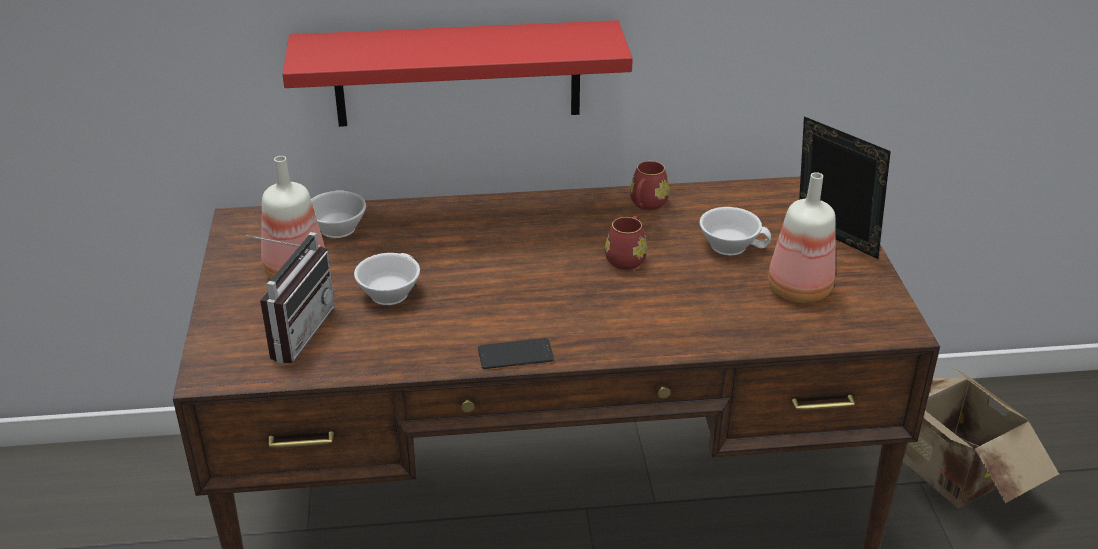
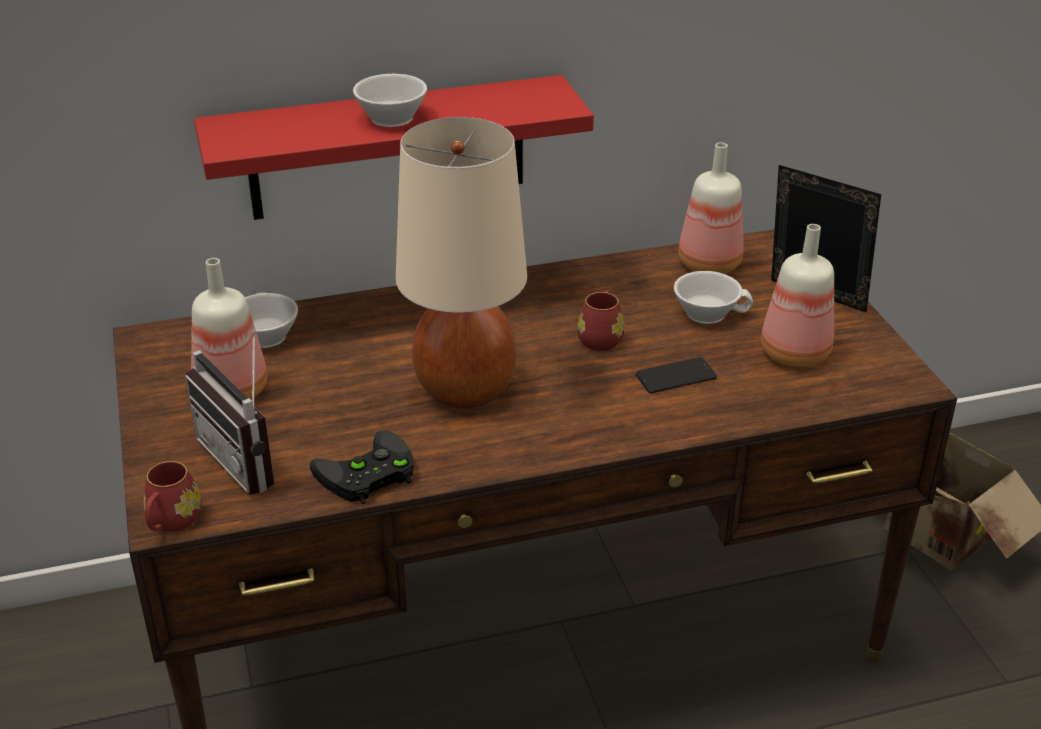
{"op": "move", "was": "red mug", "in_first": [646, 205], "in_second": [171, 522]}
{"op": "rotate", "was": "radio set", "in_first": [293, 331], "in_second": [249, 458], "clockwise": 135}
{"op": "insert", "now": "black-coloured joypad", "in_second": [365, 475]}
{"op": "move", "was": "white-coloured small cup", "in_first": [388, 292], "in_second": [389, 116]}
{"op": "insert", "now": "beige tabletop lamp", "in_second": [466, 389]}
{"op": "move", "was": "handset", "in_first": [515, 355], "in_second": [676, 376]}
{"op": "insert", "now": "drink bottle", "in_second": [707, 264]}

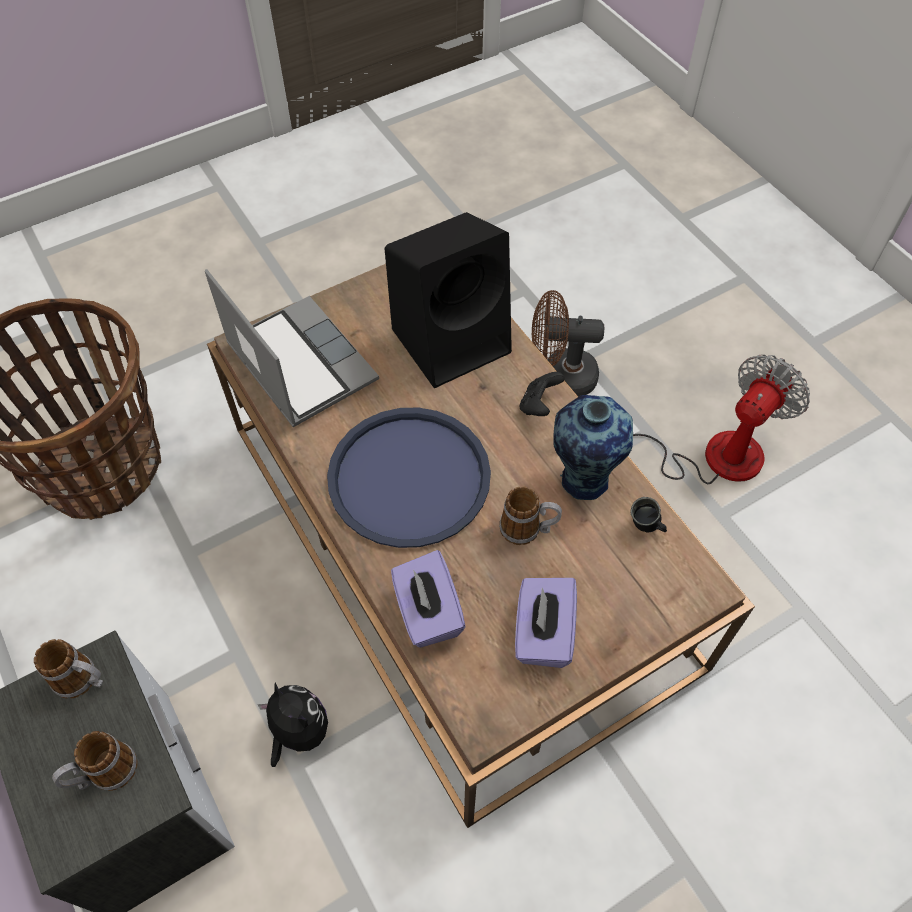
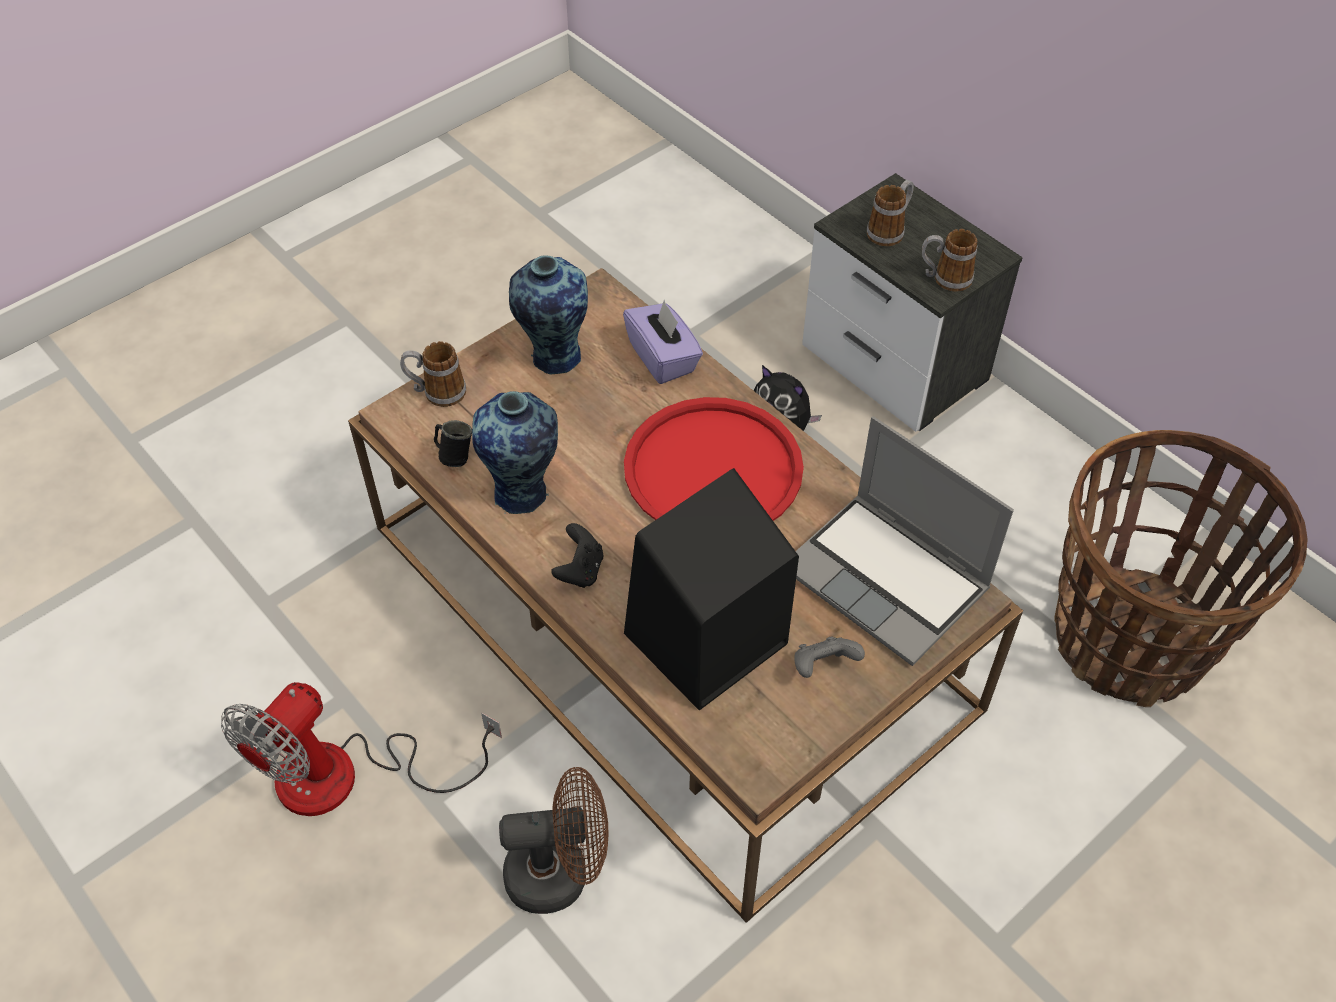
{"op": "move", "was": "mug", "in_first": [528, 529], "in_second": [436, 392]}
{"op": "replace", "was": "purple-coloured tissue box", "now": "flower vase", "in_first": [542, 633], "in_second": [553, 357]}
{"op": "recolor", "was": "bluish serving tray", "now": "red serving tray", "in_first": [409, 478], "in_second": [713, 469]}
{"op": "insert", "now": "gray joypad", "in_second": [823, 666]}

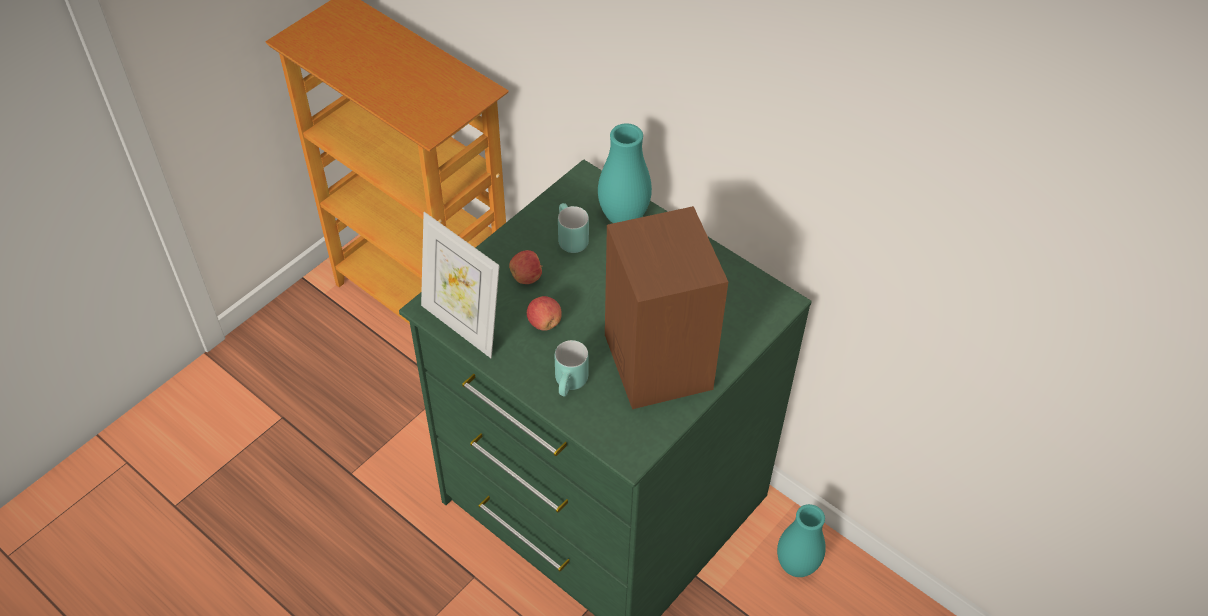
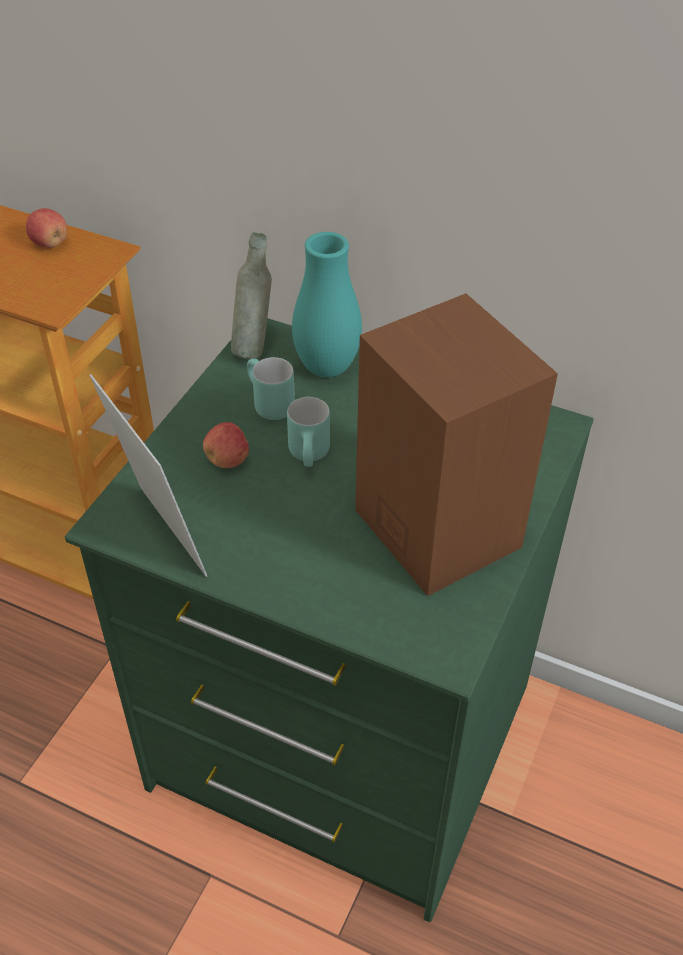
{"op": "move", "was": "apple fruit", "in_first": [544, 322], "in_second": [50, 243]}
{"op": "rotate", "was": "picture frame", "in_first": [463, 325], "in_second": [160, 537], "clockwise": -150}
{"op": "insert", "now": "gray drink bottle", "in_second": [254, 347]}
{"op": "move", "was": "blue-green mug", "in_first": [571, 385], "in_second": [312, 456]}
{"op": "delete", "was": "blue-green flower vase", "in_first": [796, 565]}

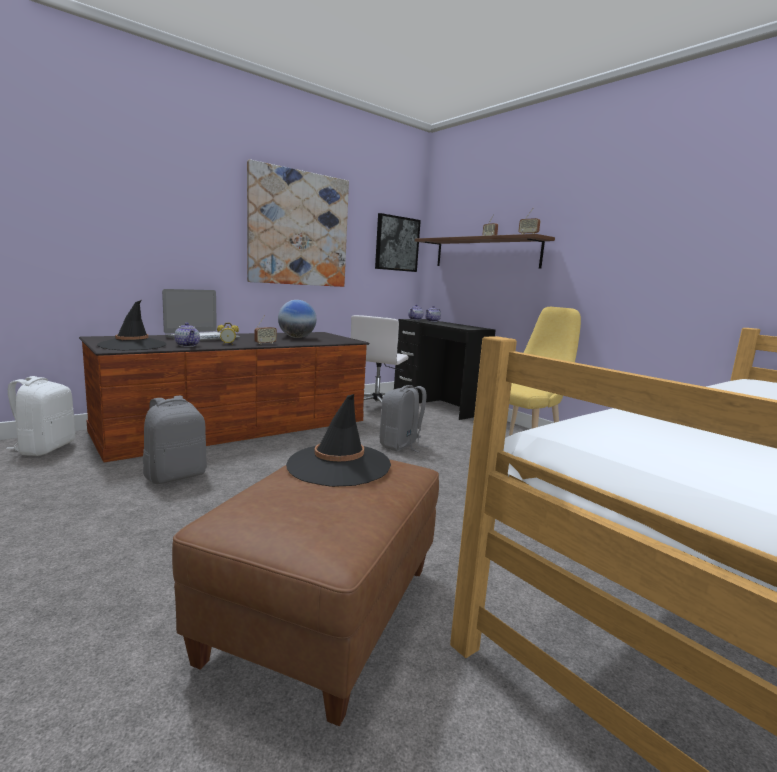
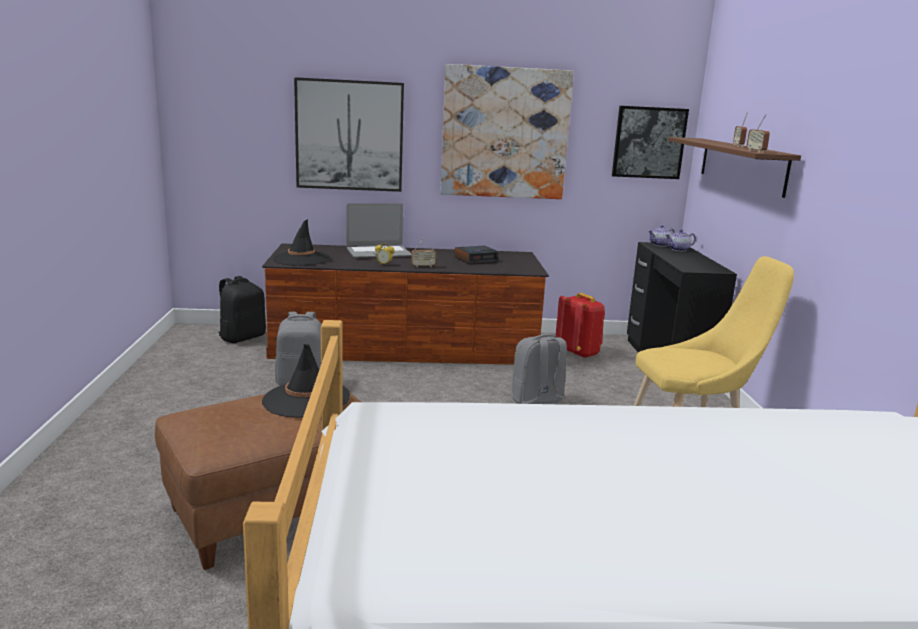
{"op": "recolor", "was": "white-coloured rucksack", "now": "black-coloured rucksack", "in_first": [45, 448], "in_second": [242, 337]}
{"op": "insert", "now": "wall art", "in_second": [349, 135]}
{"op": "replace", "was": "desk globe", "now": "table clock", "in_first": [296, 337], "in_second": [476, 260]}
{"op": "replace", "was": "white-coloured office chair", "now": "red rucksack", "in_first": [376, 408], "in_second": [579, 352]}
{"op": "delete", "was": "tea pot", "in_first": [188, 345]}

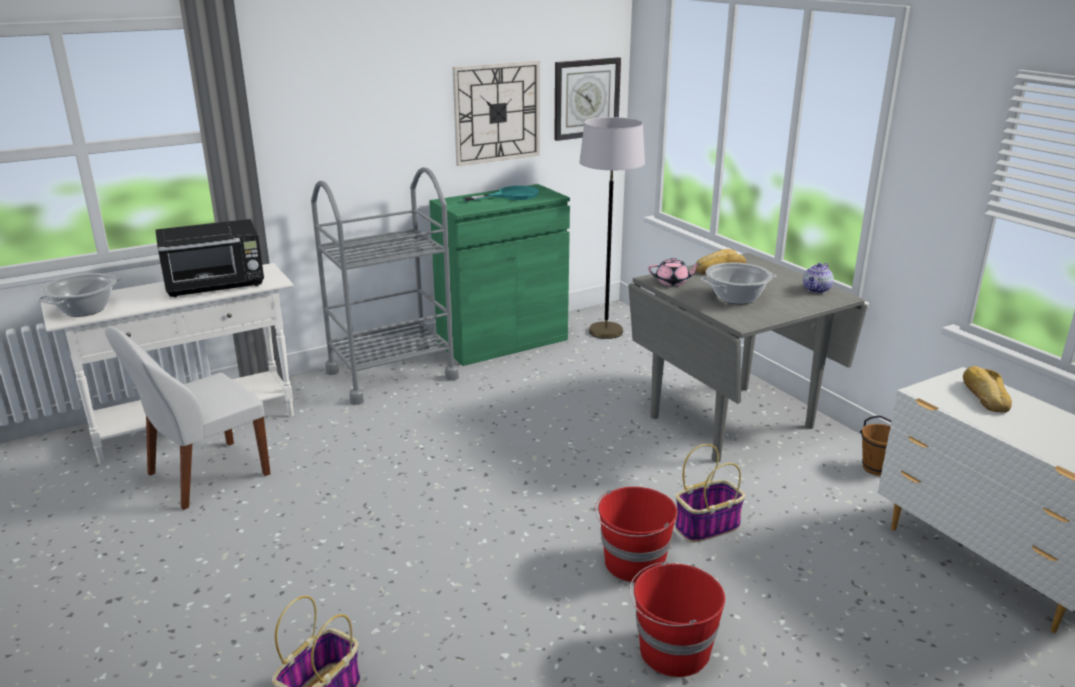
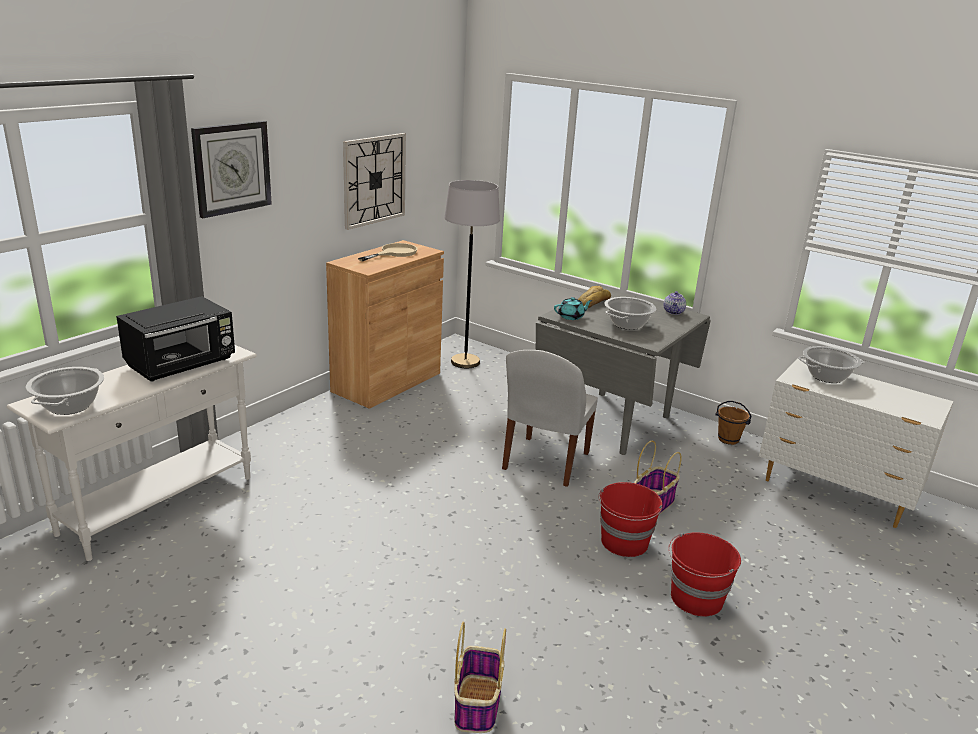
{"op": "move", "was": "hanging clock", "in_first": [586, 98], "in_second": [232, 168]}
{"op": "recolor", "was": "green-coloured cupboard", "now": "brownish cupboard", "in_first": [502, 341], "in_second": [386, 382]}
{"op": "recolor", "was": "blue-green frying pan", "now": "beige frying pan", "in_first": [511, 196], "in_second": [394, 253]}
{"op": "move", "was": "white-coloured chair", "in_first": [205, 475], "in_second": [545, 462]}
{"op": "recolor", "was": "pink-coloured tea pot", "now": "blue-green tea pot", "in_first": [672, 282], "in_second": [571, 317]}
{"op": "replace", "was": "bakery bread", "now": "cooking pot", "in_first": [984, 396], "in_second": [827, 376]}
{"op": "delete", "was": "gray trolley", "in_first": [391, 375]}

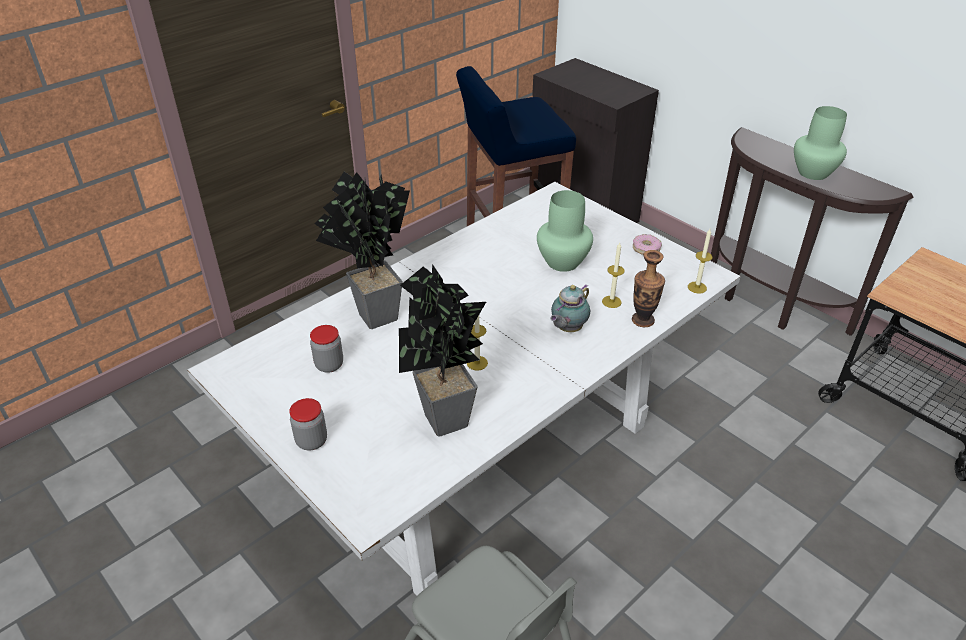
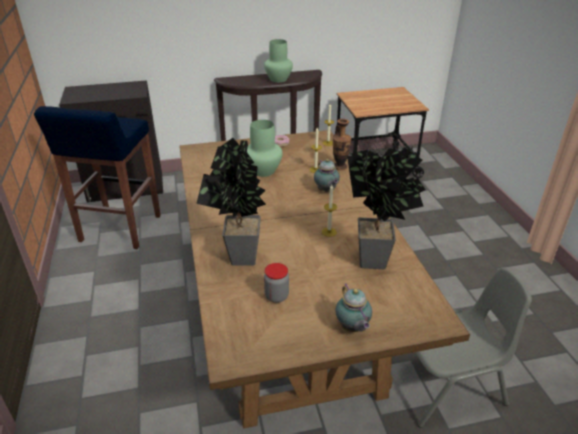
{"op": "recolor", "was": "white-coloured dining table", "now": "brownish dining table", "in_first": [484, 452], "in_second": [288, 319]}
{"op": "replace", "was": "storage jar", "now": "tea pot", "in_first": [311, 441], "in_second": [352, 328]}

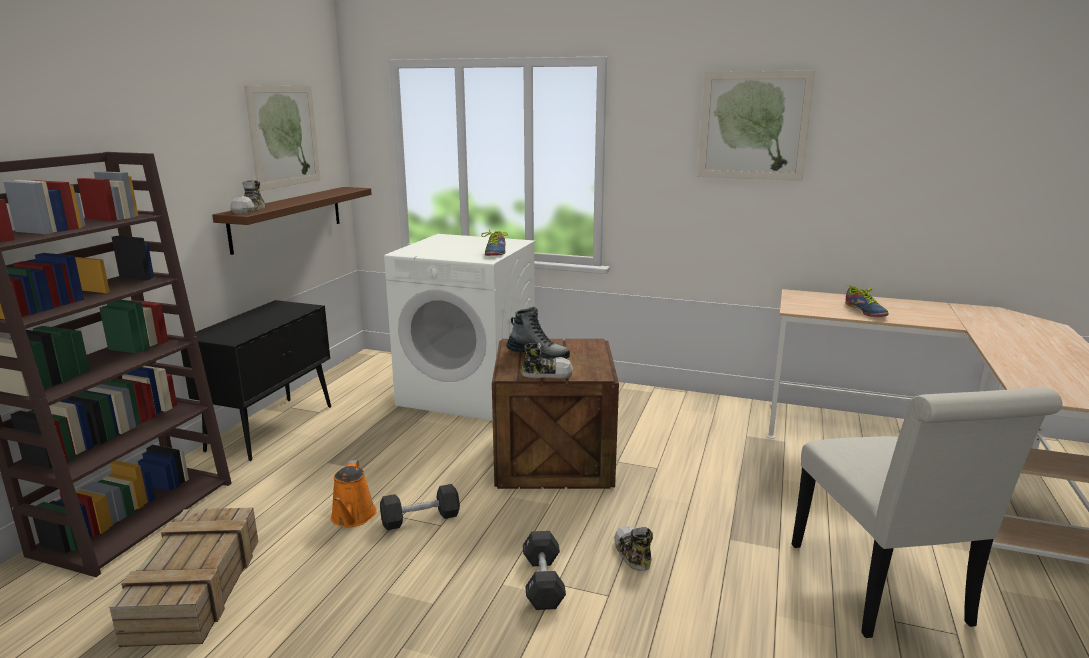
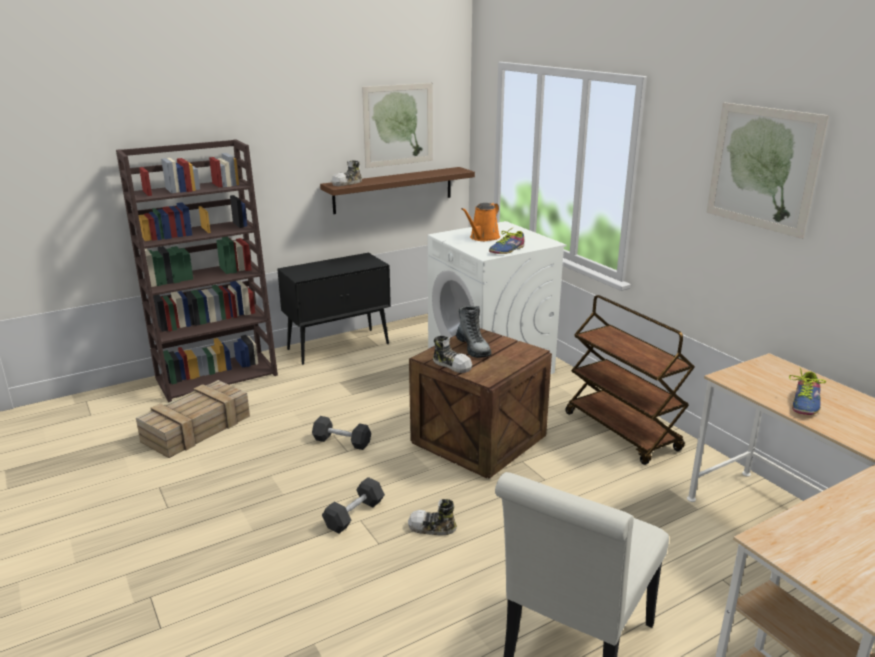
{"op": "rotate", "was": "item of footwear", "in_first": [632, 554], "in_second": [432, 528], "clockwise": -105}
{"op": "move", "was": "orange-coloured watering pot", "in_first": [353, 517], "in_second": [483, 238]}
{"op": "insert", "now": "brownish trolley", "in_second": [622, 432]}

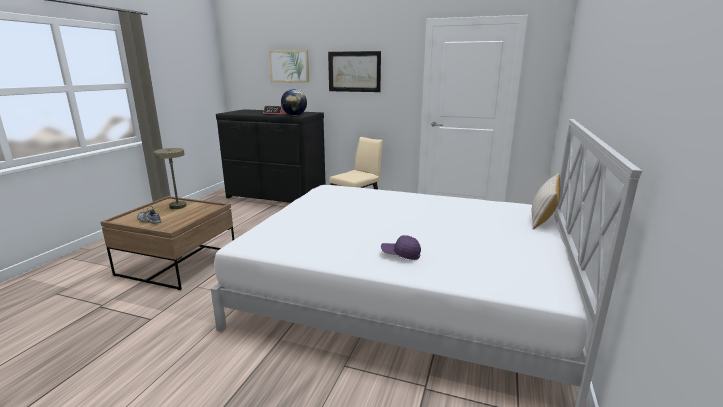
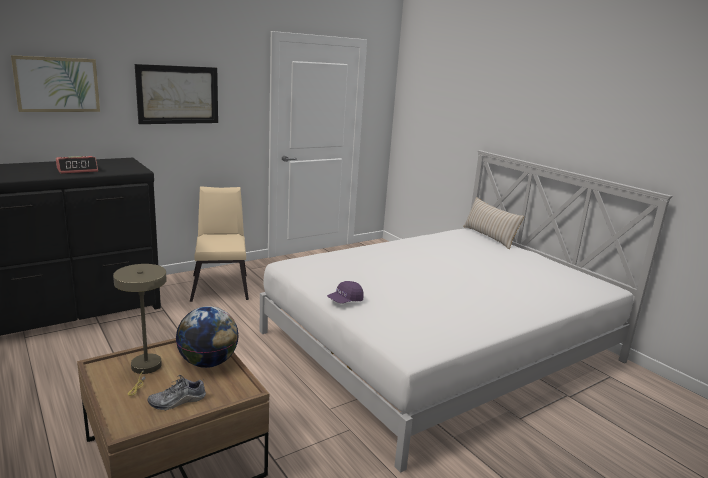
{"op": "move", "was": "desk globe", "in_first": [294, 115], "in_second": [208, 363]}
{"op": "move", "was": "purple-coloured cap", "in_first": [400, 254], "in_second": [345, 301]}

